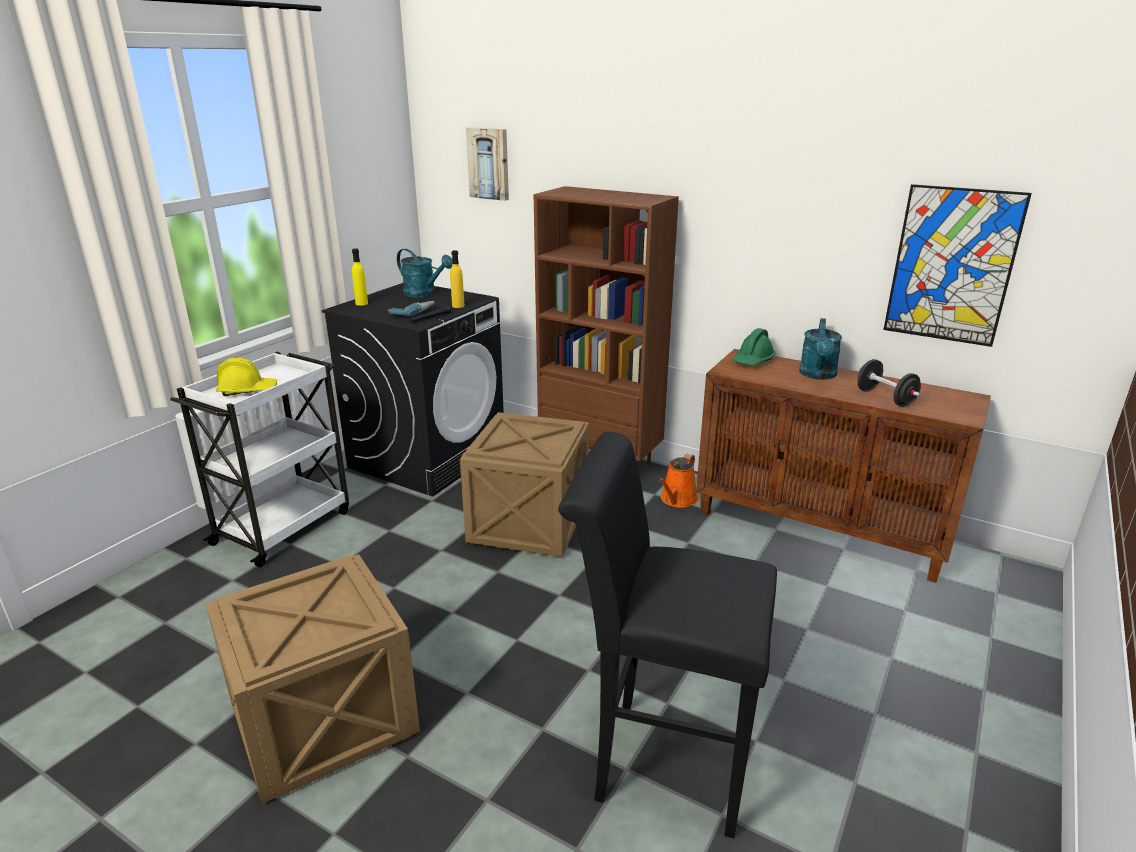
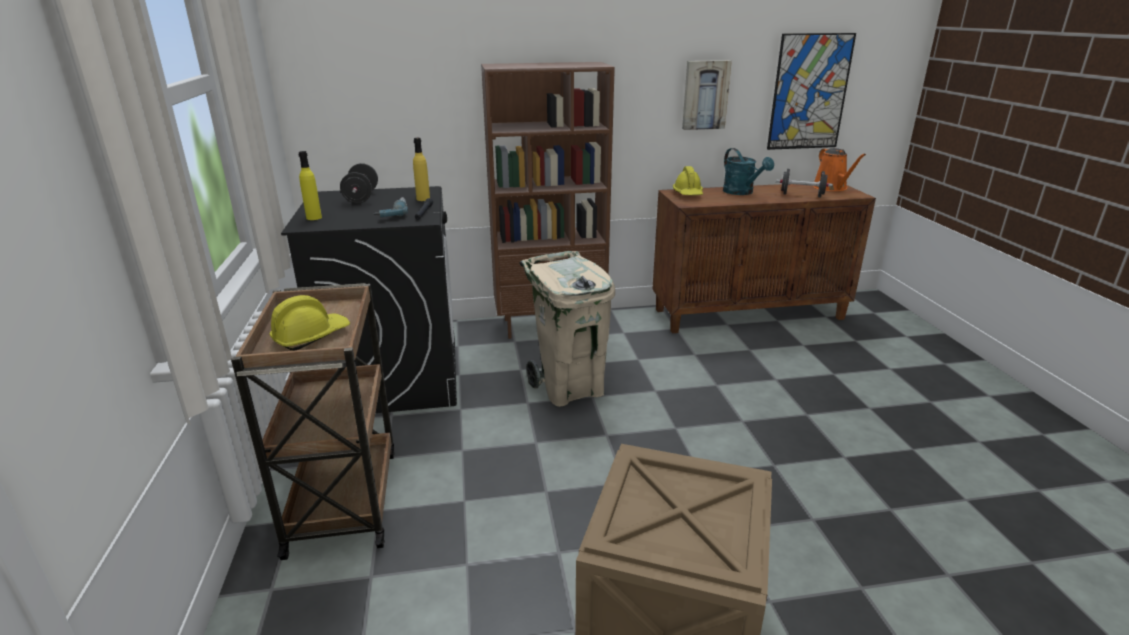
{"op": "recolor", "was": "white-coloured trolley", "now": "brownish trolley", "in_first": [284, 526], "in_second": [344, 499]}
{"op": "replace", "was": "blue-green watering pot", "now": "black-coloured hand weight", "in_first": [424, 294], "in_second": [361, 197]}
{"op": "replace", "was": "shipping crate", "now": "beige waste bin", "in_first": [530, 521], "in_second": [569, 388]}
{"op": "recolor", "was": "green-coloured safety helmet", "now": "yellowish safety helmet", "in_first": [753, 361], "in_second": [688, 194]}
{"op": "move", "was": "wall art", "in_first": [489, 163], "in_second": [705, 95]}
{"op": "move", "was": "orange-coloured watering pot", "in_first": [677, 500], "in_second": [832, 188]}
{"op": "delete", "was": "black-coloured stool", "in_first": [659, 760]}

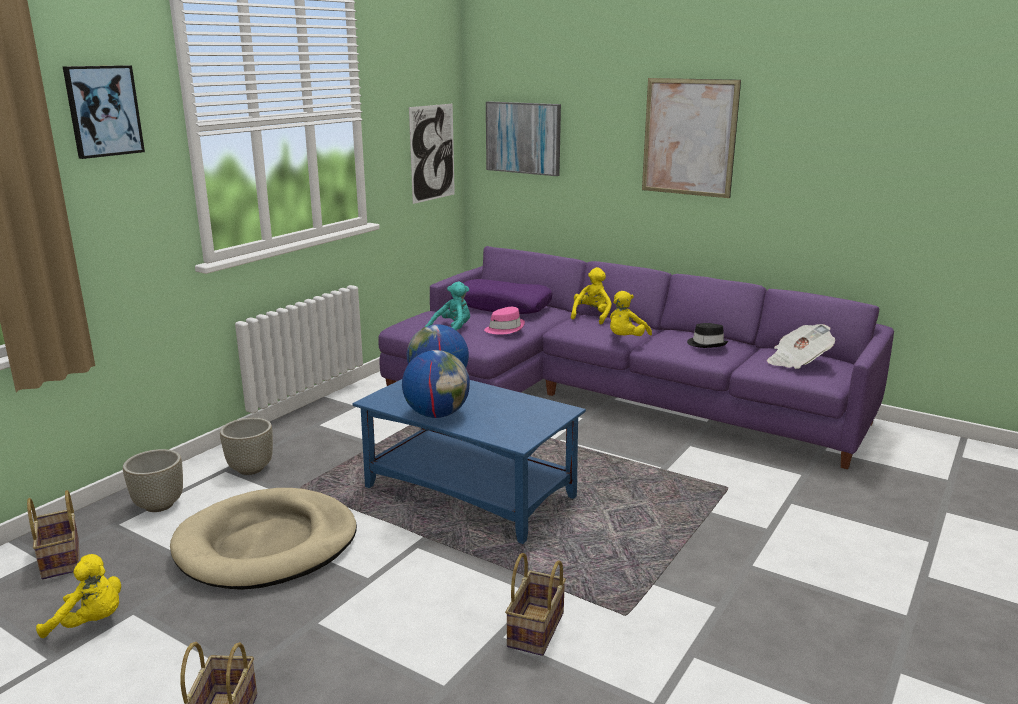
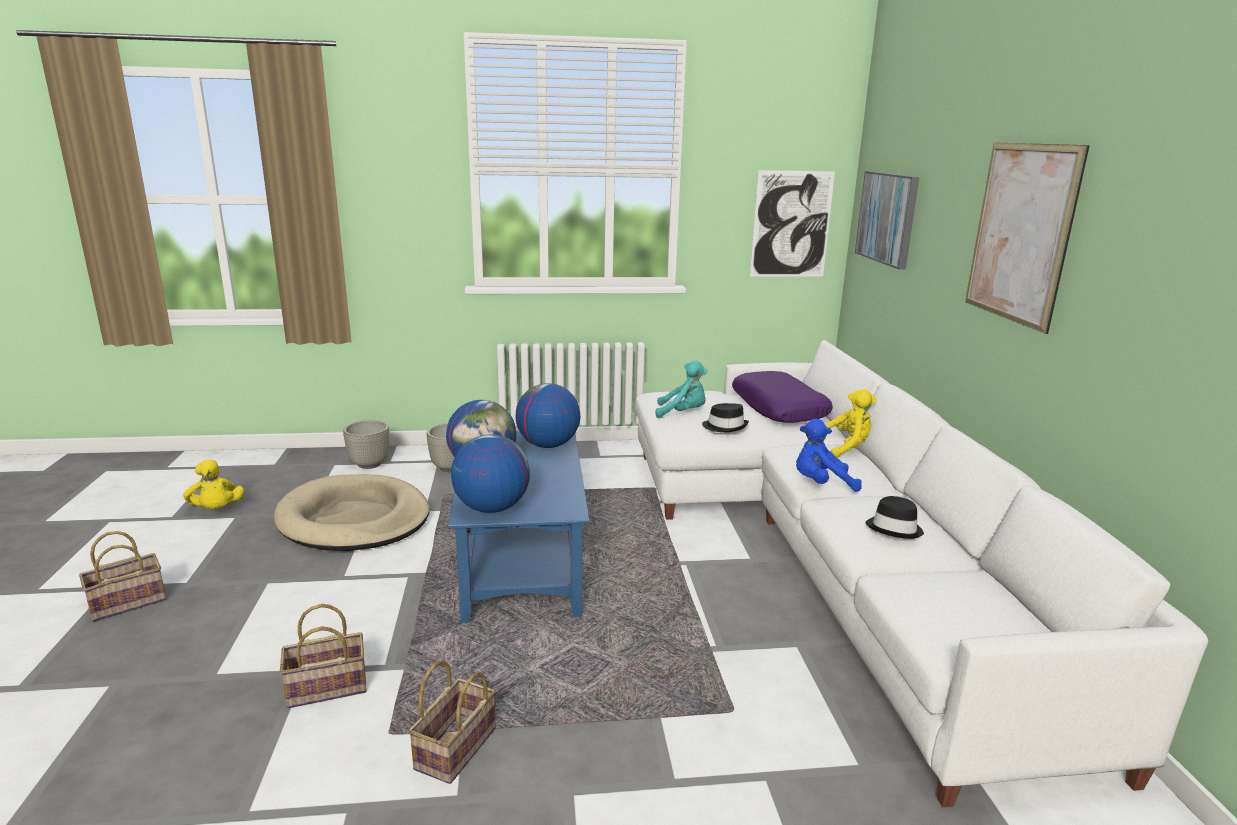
{"op": "move", "was": "storage basket", "in_first": [62, 559], "in_second": [456, 750]}
{"op": "insert", "now": "desk globe", "in_second": [491, 508]}
{"op": "recolor", "was": "purple-coloured couch", "now": "white-coloured couch", "in_first": [604, 394], "in_second": [825, 549]}
{"op": "recolor", "was": "pink-coloured clothing hat", "now": "black-coloured clothing hat", "in_first": [504, 329], "in_second": [725, 426]}
{"op": "recolor", "was": "yellowish plush toy", "now": "bluish plush toy", "in_first": [626, 339], "in_second": [821, 484]}
{"op": "delete", "was": "wall art", "in_first": [103, 111]}
{"op": "delete", "was": "printed paper", "in_first": [797, 362]}

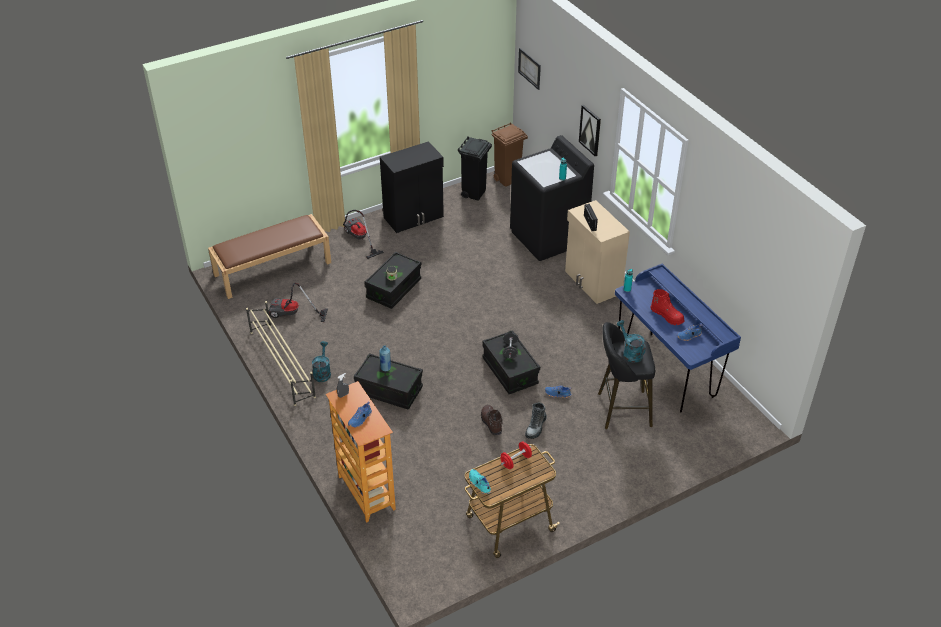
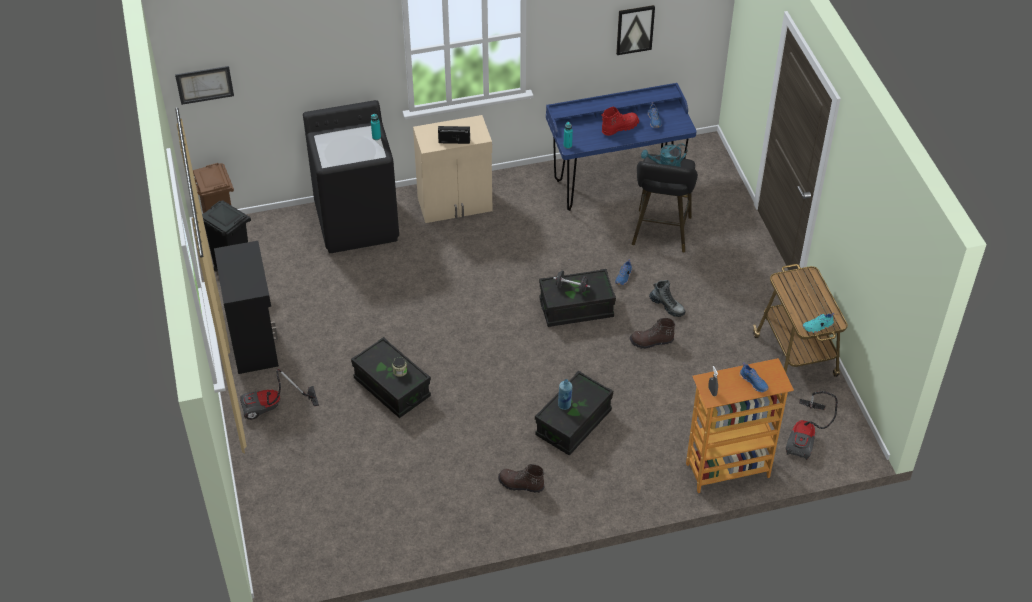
{"op": "replace", "was": "blue-green watering pot", "now": "brownish high-top boot", "in_first": [322, 372], "in_second": [521, 485]}
{"op": "move", "was": "wall art", "in_first": [590, 130], "in_second": [635, 29]}
{"op": "move", "was": "vacuum cleaner", "in_first": [292, 315], "in_second": [806, 437]}
{"op": "delete", "was": "brownish bench", "in_first": [273, 268]}
{"op": "delete", "was": "beige shoe stand", "in_first": [282, 363]}
{"op": "delete", "was": "red hand weight", "in_first": [515, 461]}

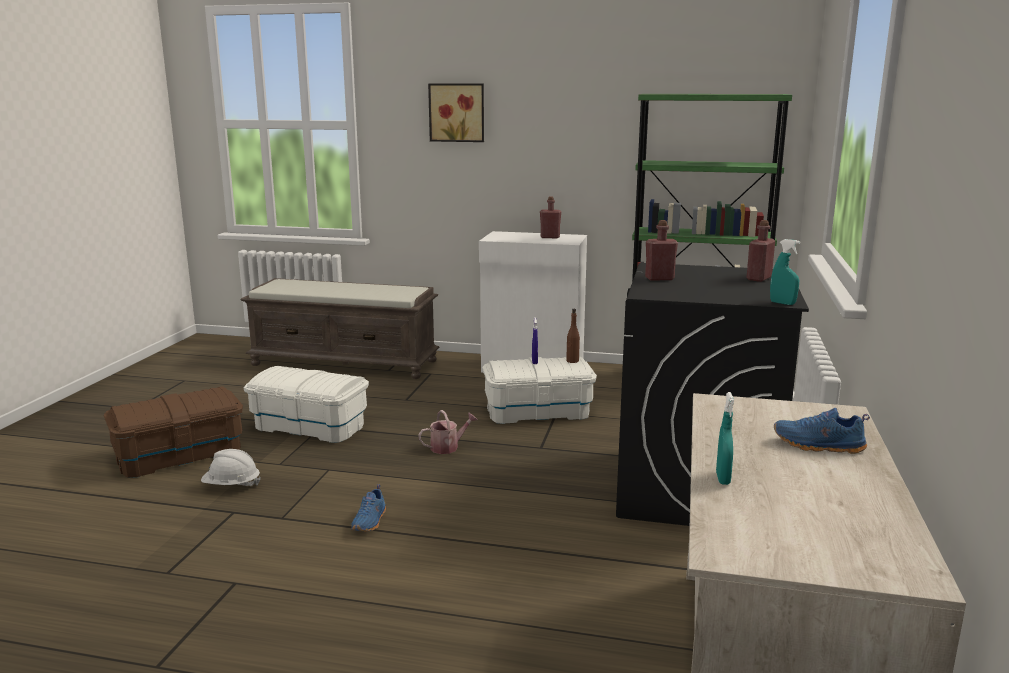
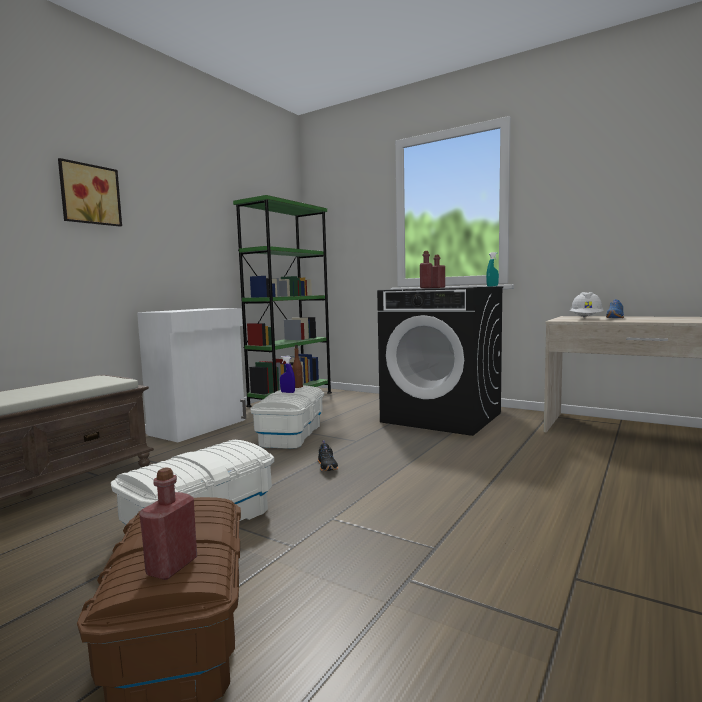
{"op": "move", "was": "red drink bottle", "in_first": [550, 237], "in_second": [172, 566]}
{"op": "replace", "was": "watering pot", "now": "black-coloured item of footwear", "in_first": [448, 447], "in_second": [328, 466]}
{"op": "move", "was": "white-coloured safety helmet", "in_first": [231, 486], "in_second": [586, 319]}
{"op": "delete", "was": "bluish item of footwear", "in_first": [370, 522]}
{"op": "delete", "was": "blue-green spray bottle", "in_first": [723, 478]}

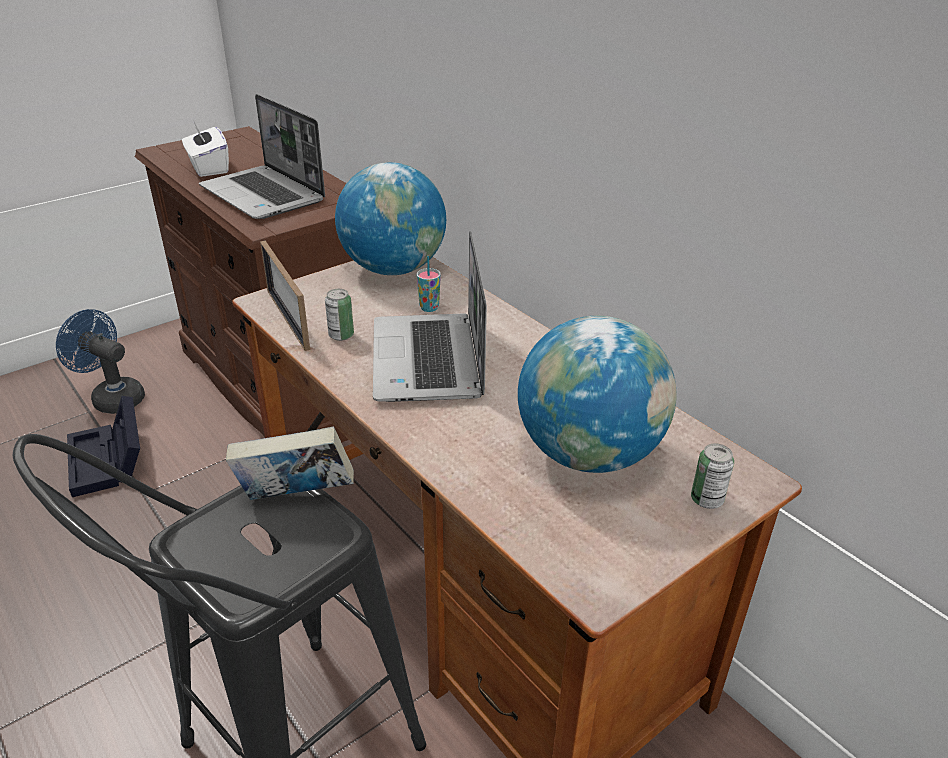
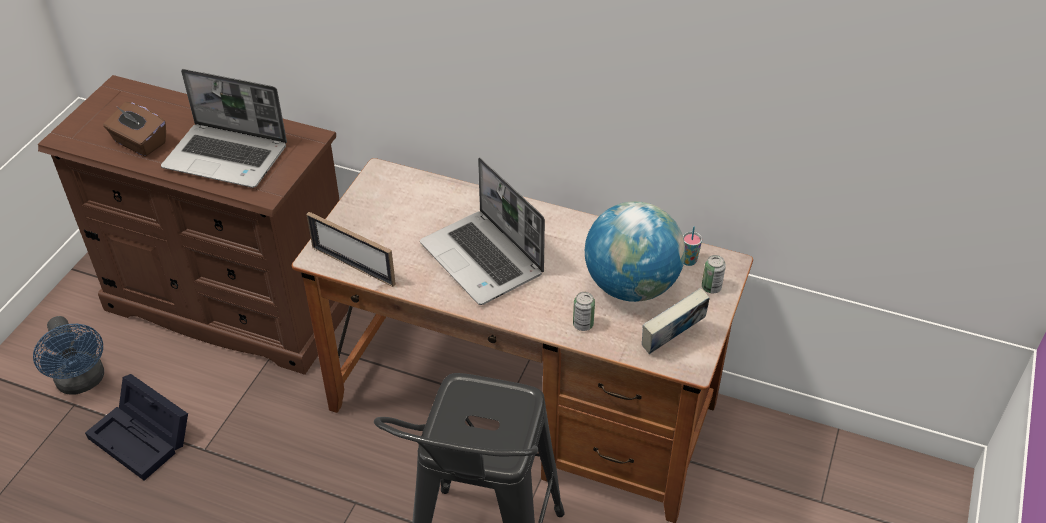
{"op": "rotate", "was": "bluish electric fan", "in_first": [112, 397], "in_second": [82, 382], "clockwise": -120}
{"op": "recolor", "was": "white-coloured tissue box", "now": "brownish tissue box", "in_first": [208, 168], "in_second": [139, 143]}
{"op": "move", "was": "can", "in_first": [341, 335], "in_second": [583, 324]}
{"op": "move", "was": "bound book", "in_first": [296, 497], "in_second": [672, 341]}
{"op": "move", "was": "small cup", "in_first": [429, 308], "in_second": [688, 261]}
{"op": "delete", "was": "desk globe", "in_first": [393, 268]}

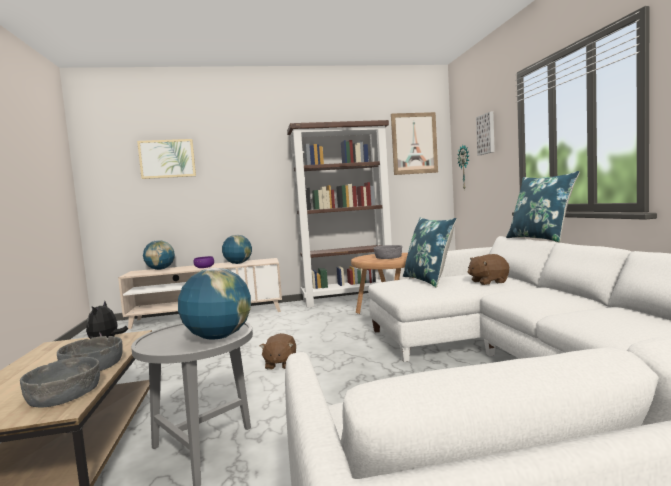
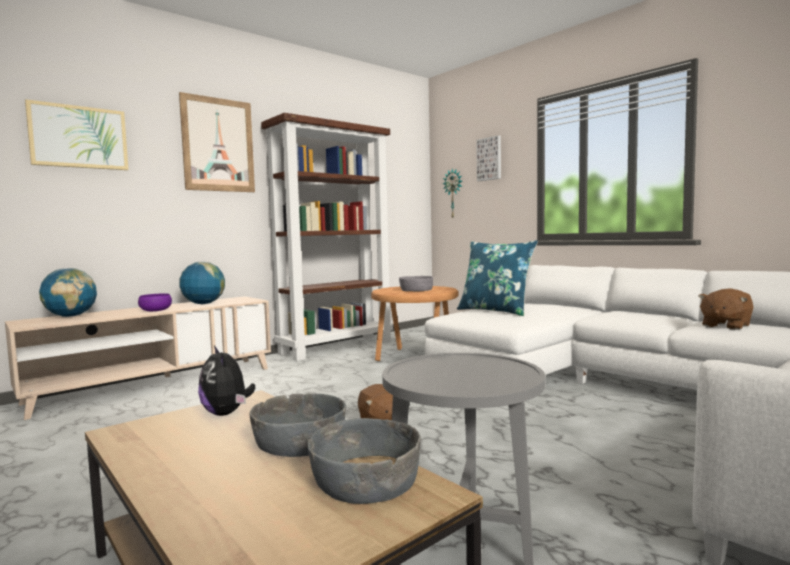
{"op": "move", "was": "wall art", "in_first": [414, 143], "in_second": [218, 145]}
{"op": "move", "was": "brownish plush toy", "in_first": [488, 282], "in_second": [725, 326]}
{"op": "delete", "was": "desk globe", "in_first": [218, 337]}
{"op": "delete", "was": "bluish pillow", "in_first": [540, 239]}

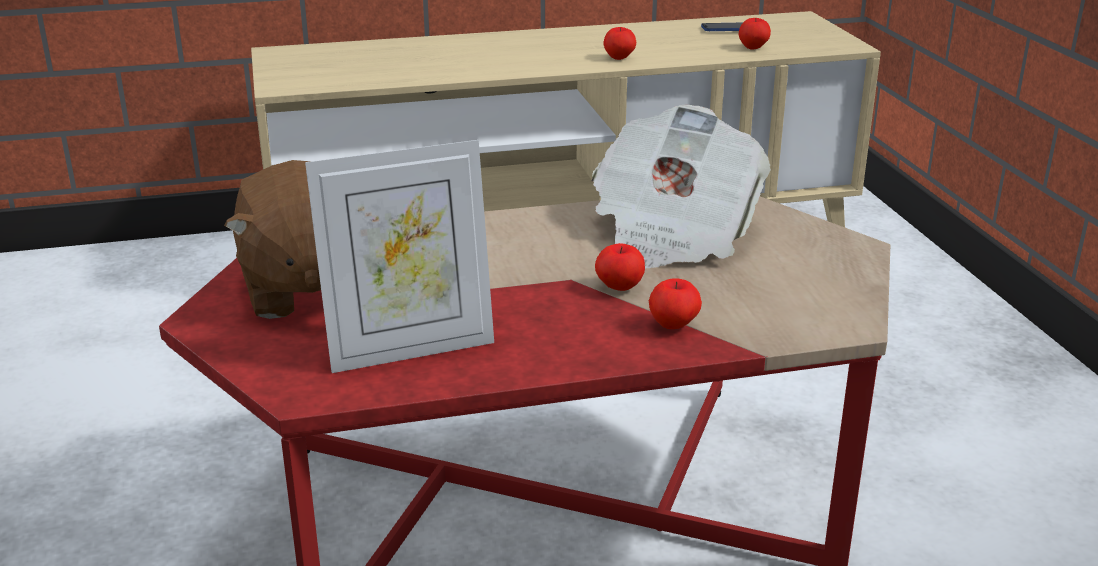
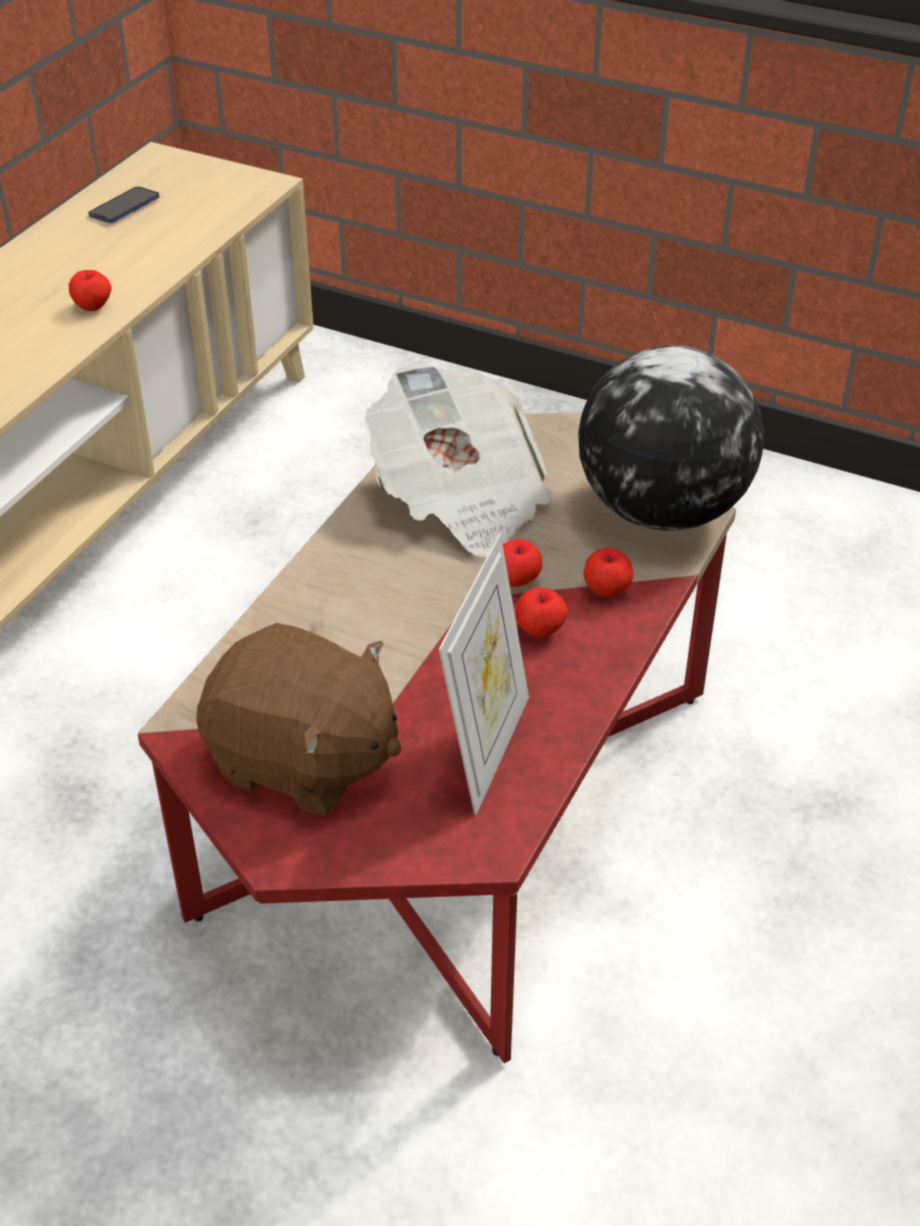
{"op": "move", "was": "apple fruit", "in_first": [753, 48], "in_second": [540, 630]}
{"op": "insert", "now": "desk globe", "in_second": [661, 510]}

